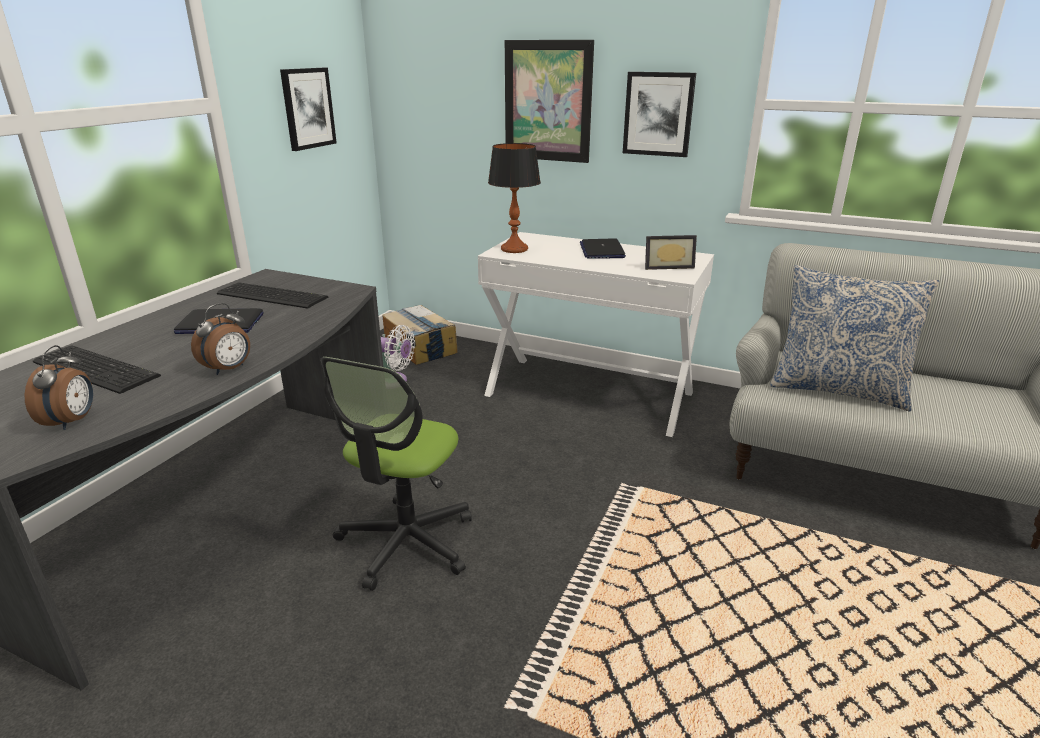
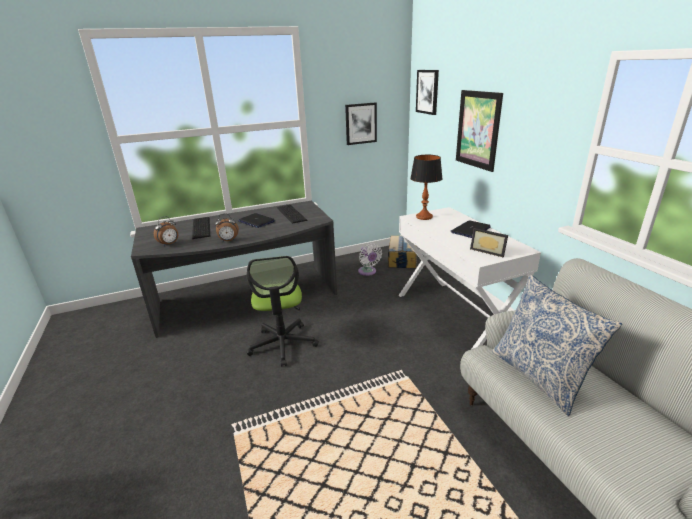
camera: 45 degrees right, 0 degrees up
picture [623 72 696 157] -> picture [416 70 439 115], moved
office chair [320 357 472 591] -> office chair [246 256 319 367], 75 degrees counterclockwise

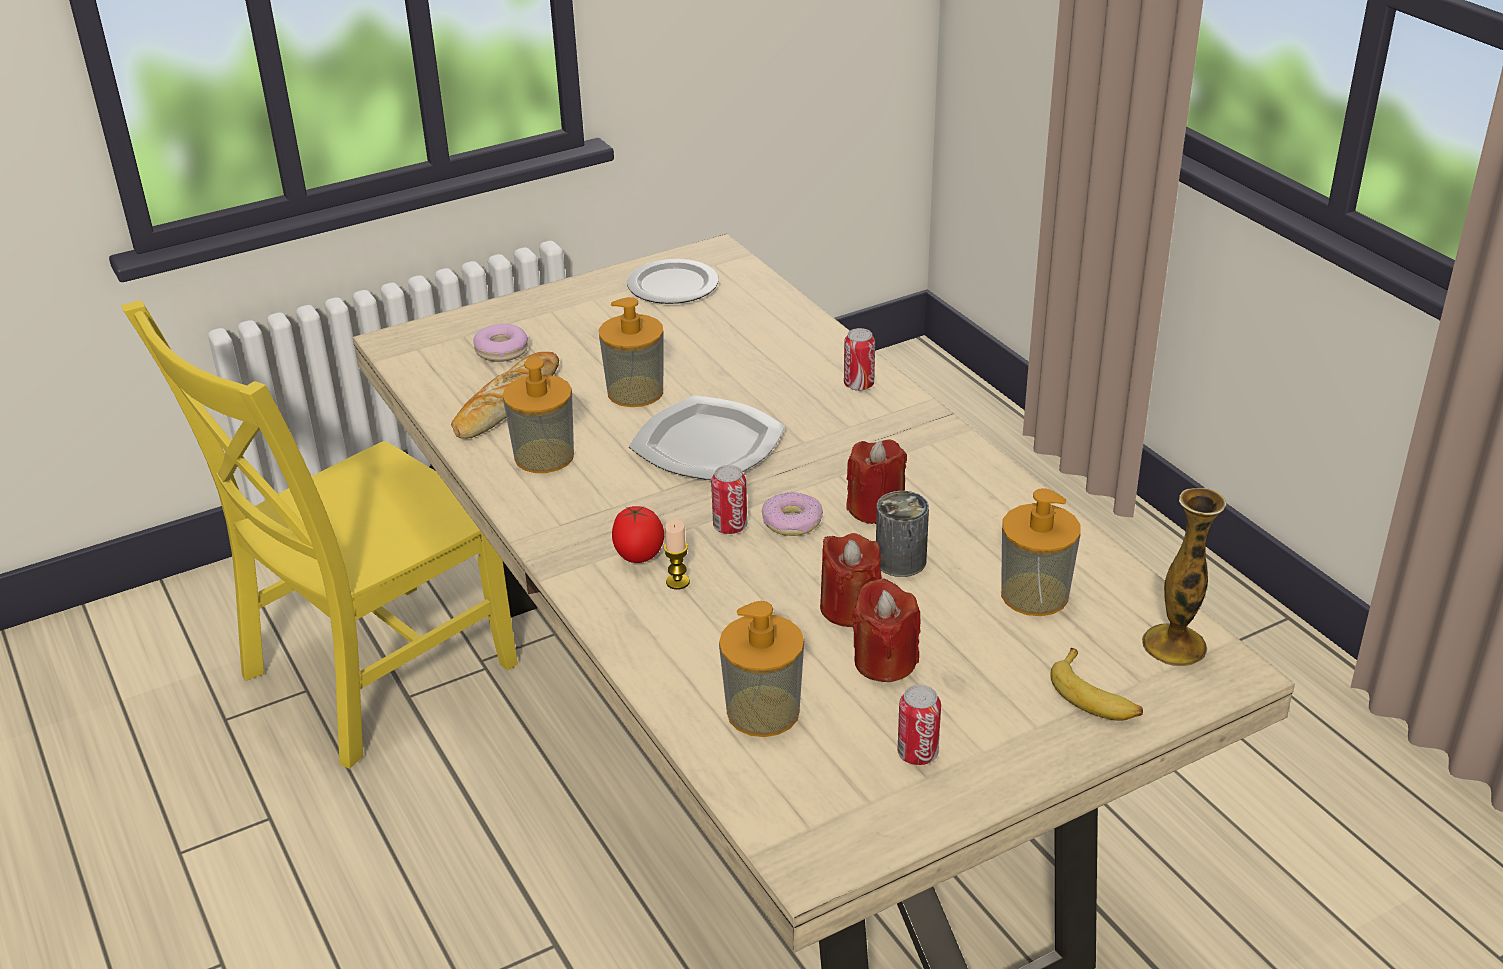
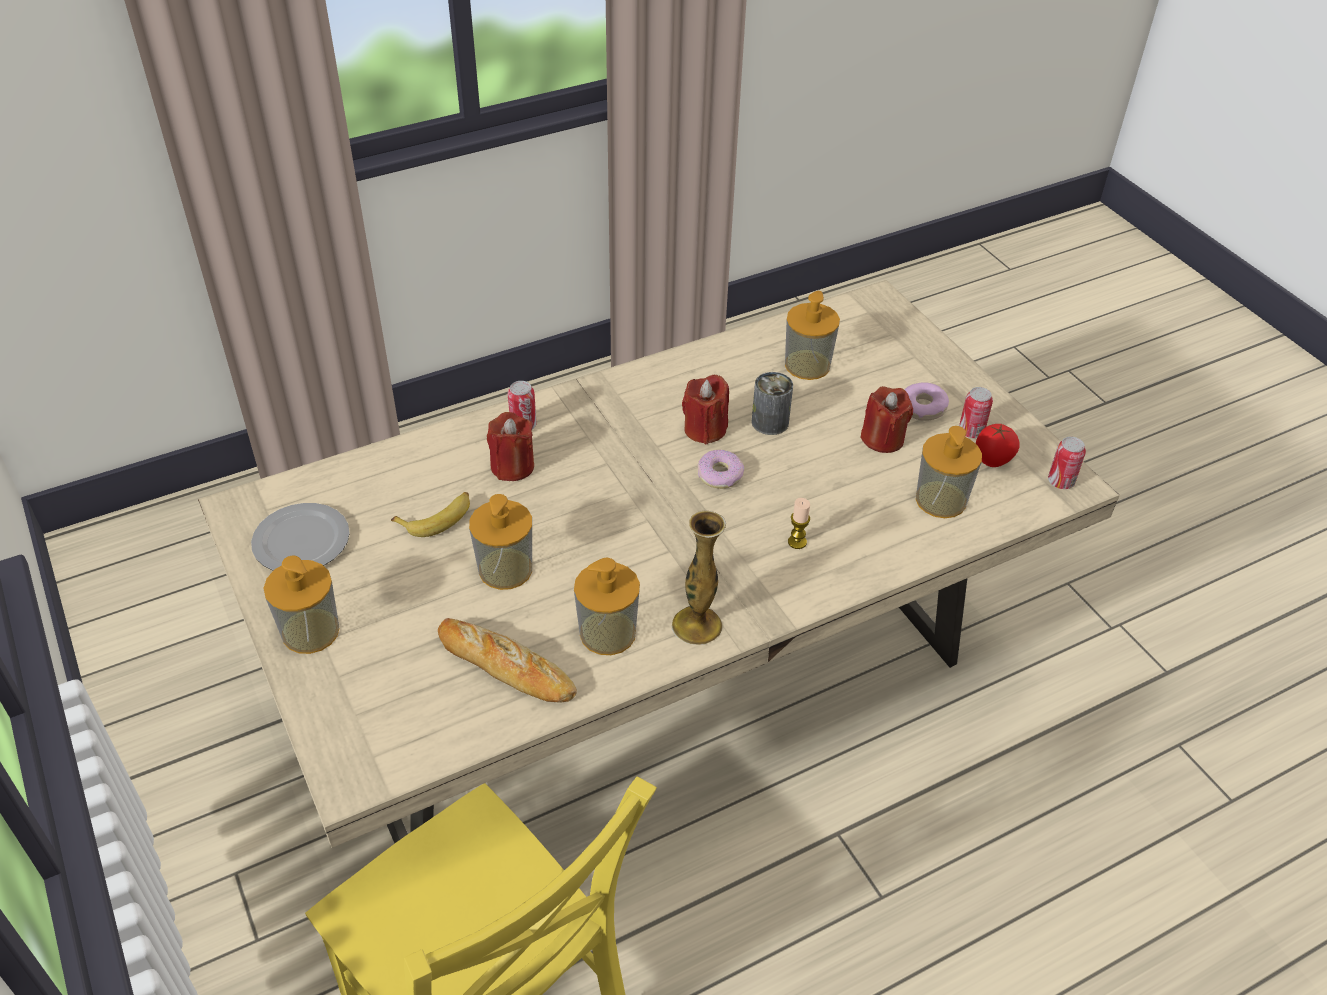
camera: 90 degrees left, 10 degrees up
plate [629 395 785 480] -> none
none -> soap dispenser [264 556 339 654]
donut [473 324 528 362] -> donut [904 383 949 421], moved
tomato [612 506 664 563] -> tomato [976 424 1020 467], moved
can [711 465 747 534] -> can [1048 437 1086 489], moved
red candle [820 533 882 627] -> red candle [487 412 534 481], moved
banana [1050 648 1143 721] -> banana [391 492 470 537], moved
vase [1142 488 1227 666] -> vase [672 511 726 645], moved

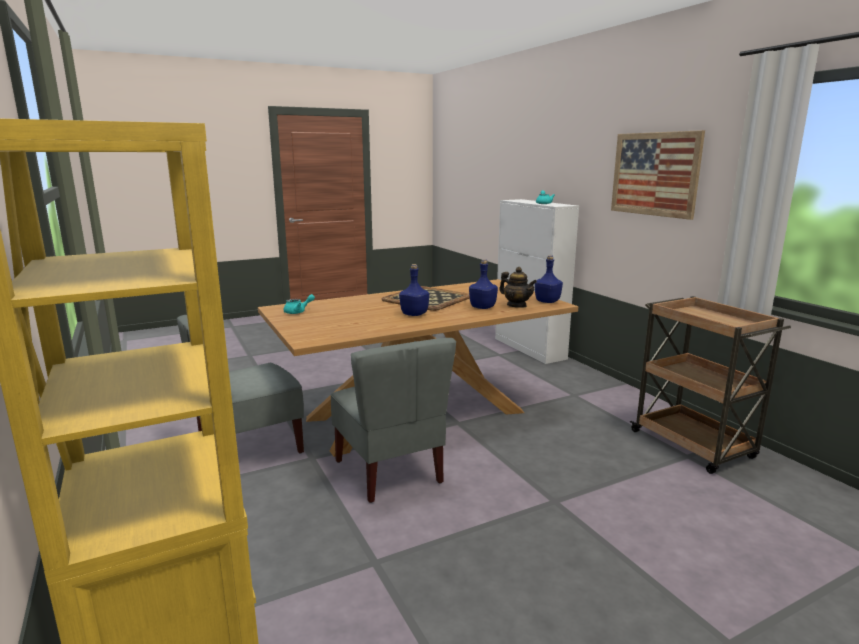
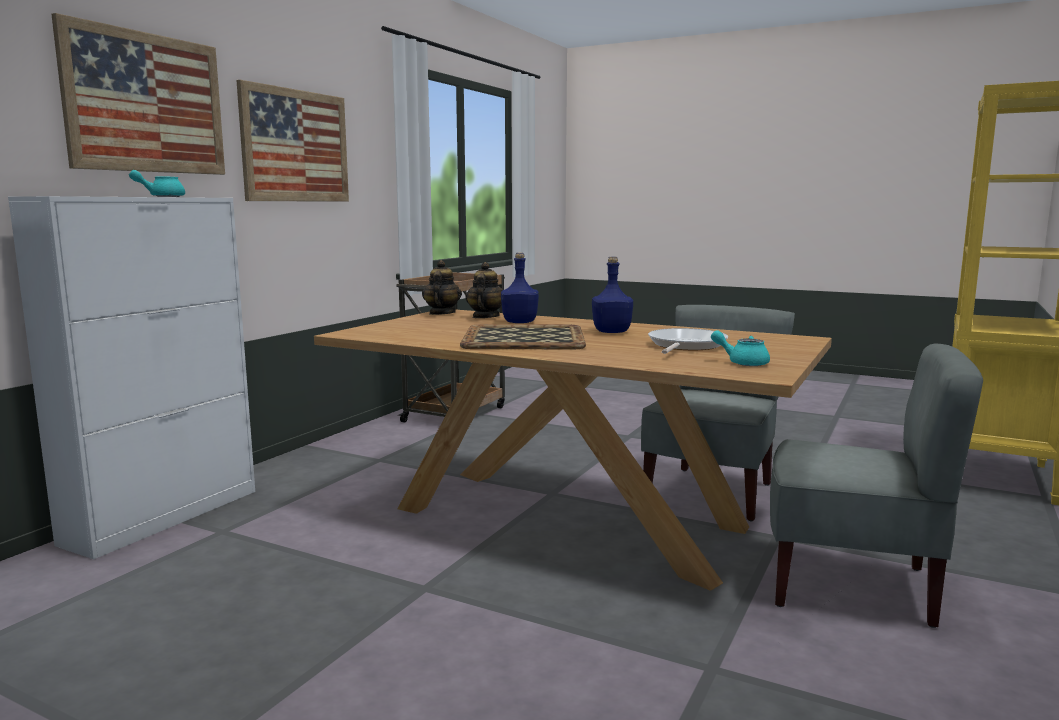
camera: 125 degrees left, 5 degrees down
none -> picture [51 13 225 175]
none -> frying pan [648 328 728 354]
blue bottle [535 255 563 303] -> teapot [422 260 462 315]

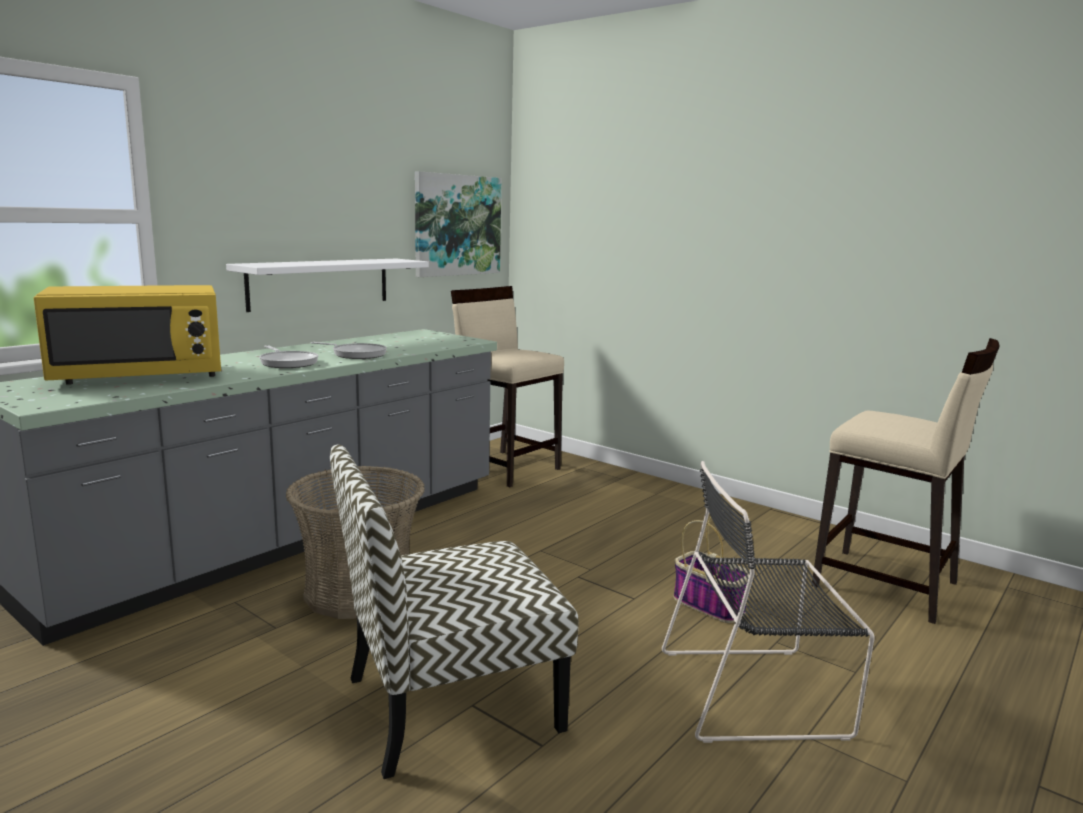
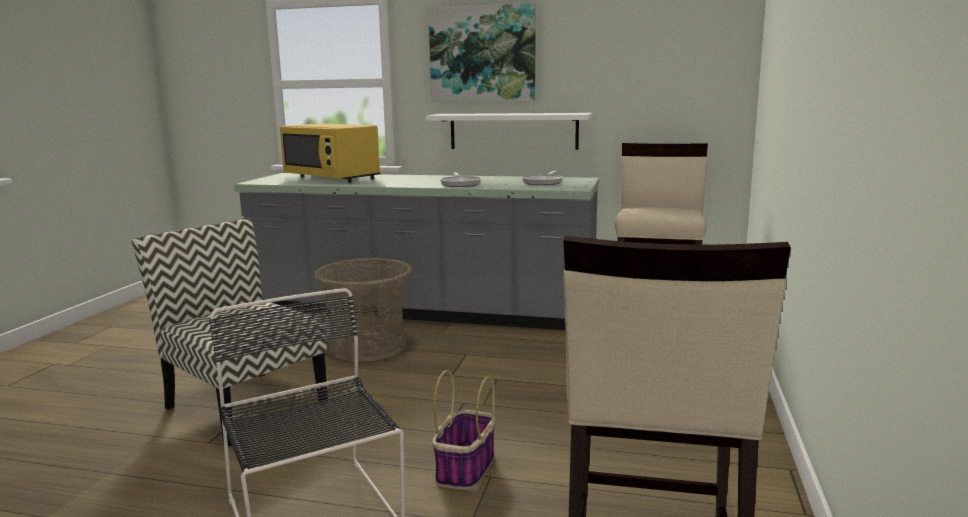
camera: 65 degrees right, 0 degrees up
frying pan [259 345 318 368] -> frying pan [522 171 563 185], moved
picture [415 171 501 277] -> picture [428 3 535 102], moved

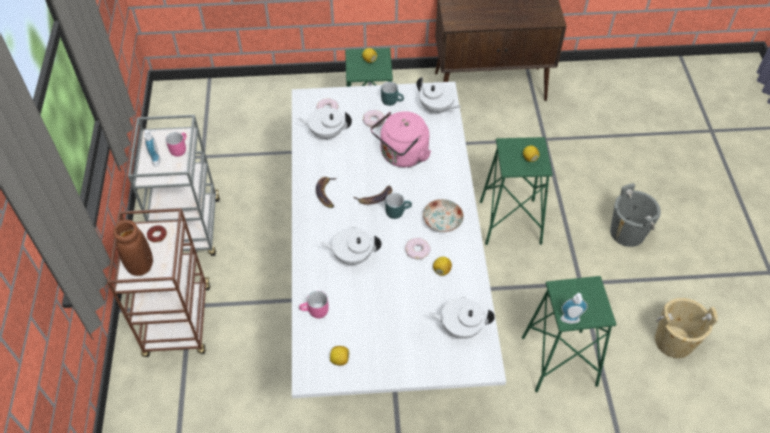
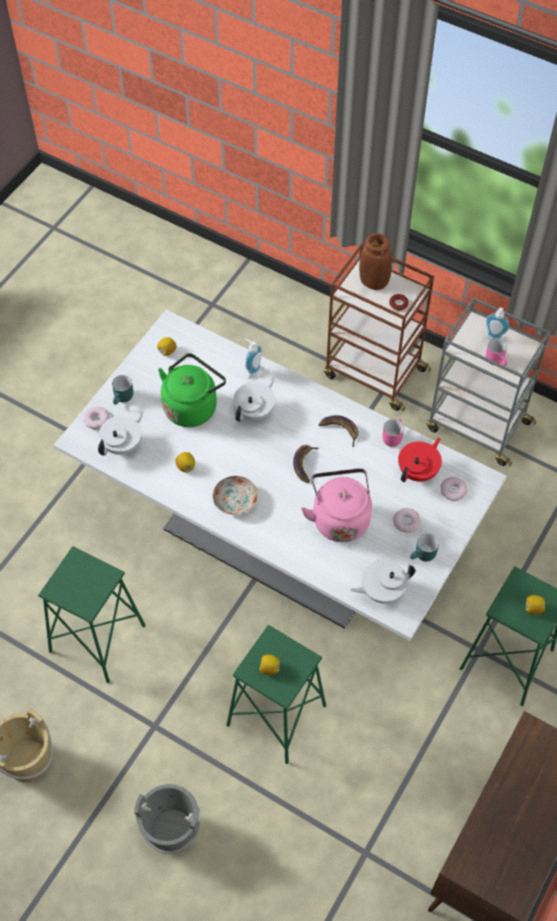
camera: 125 degrees right, 5 degrees up
none -> green kettle [158 353 226 427]
pink mug [299 291 329 318] -> pink mug [382 418 404 447], moved
turquoise mug [385 193 412 219] -> turquoise mug [112 375 133 405], moved
donut [405 238 430 259] -> donut [83 407 110 429], moved
soap dispenser [560 293 588 324] -> soap dispenser [245 338 262 379], moved
white teapot [298 107 352 140] -> red teapot [398 438 442 482]

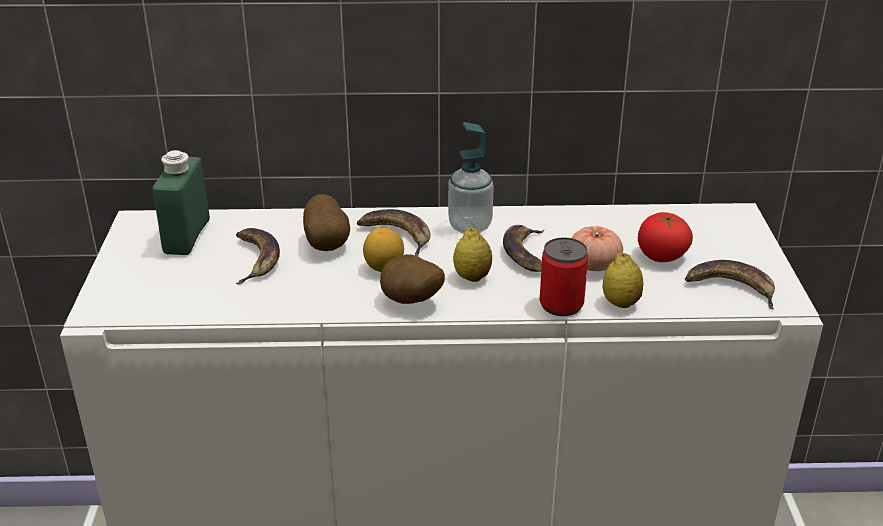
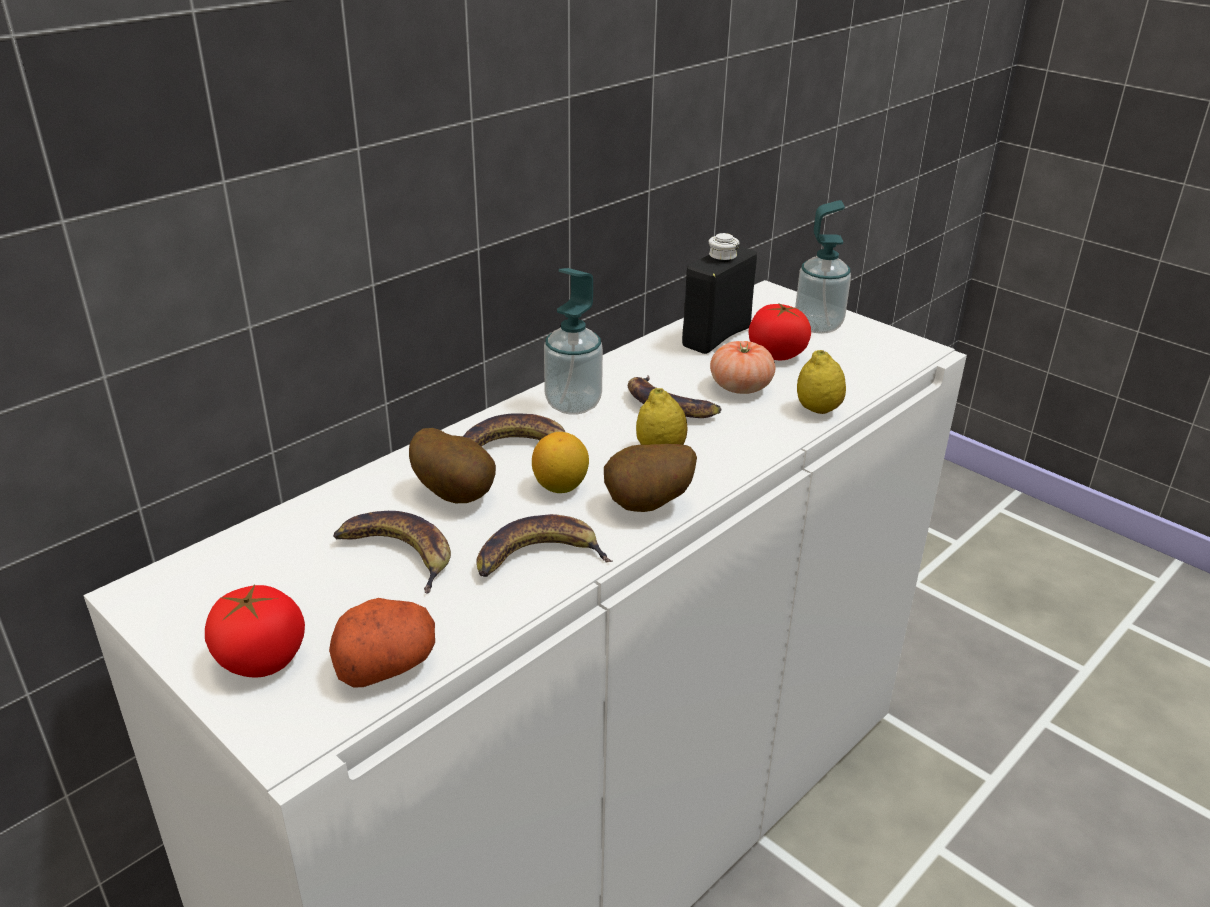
camera: 45 degrees left, 0 degrees up
green bottle [152 150 210 255] -> none
can [540 237 588 316] -> none
none -> tomato [205 584 305 678]
none -> potato [329 598 435 688]
none -> black bottle [682 233 757 354]
none -> soap dispenser [795 200 851 334]
banana [685 260 775 309] -> banana [476 514 613 577], moved

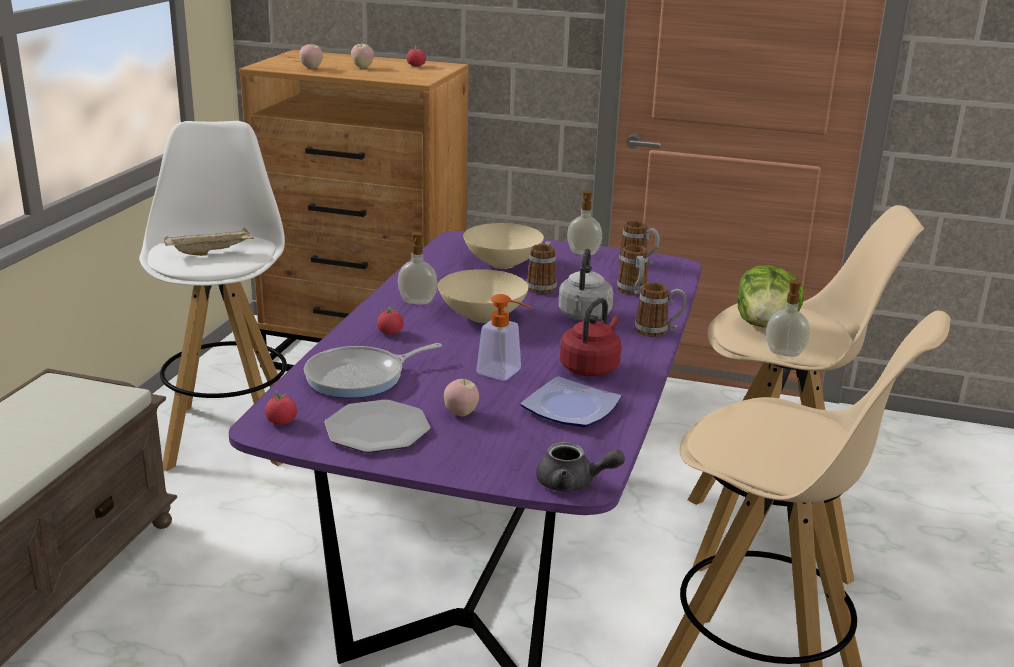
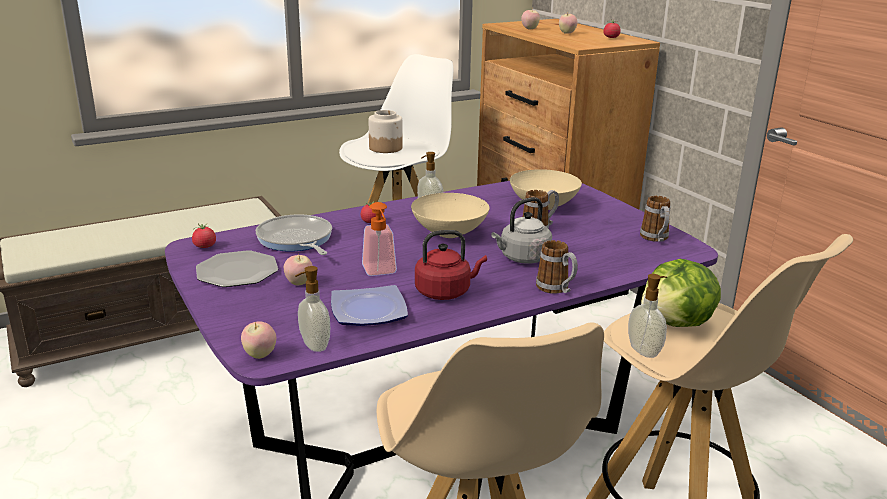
camera: 45 degrees right, 0 degrees up
mug [617 245 648 294] -> none
soap dispenser [567 190 602 255] -> soap dispenser [295 266 330 352], moved
beige tray [164 228 254 256] -> jar [369 110 403 153]
grey teapot [536 442 625 492] -> apple [241 321 276 359]
frying pan [304 343 442 398] -> frying pan [256 215 332 255], 45 degrees clockwise

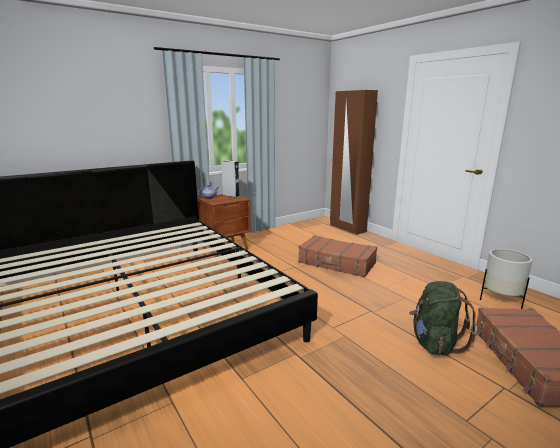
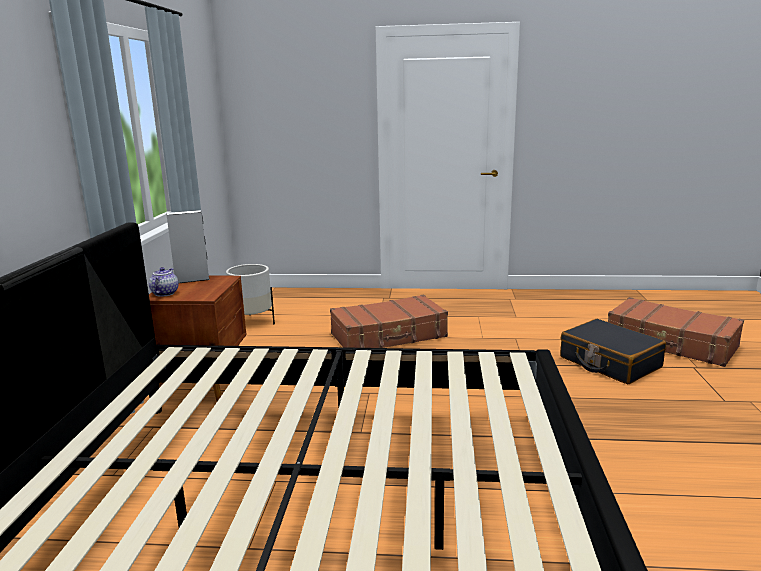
camera: 50 degrees left, 0 degrees up
brown wardrobe [330 90 378 235] -> none
white planter [480 249 533 309] -> white planter [226 264 275 324], moved
green backpack [409 281 477 356] -> black suitcase [560 319 666 384]

